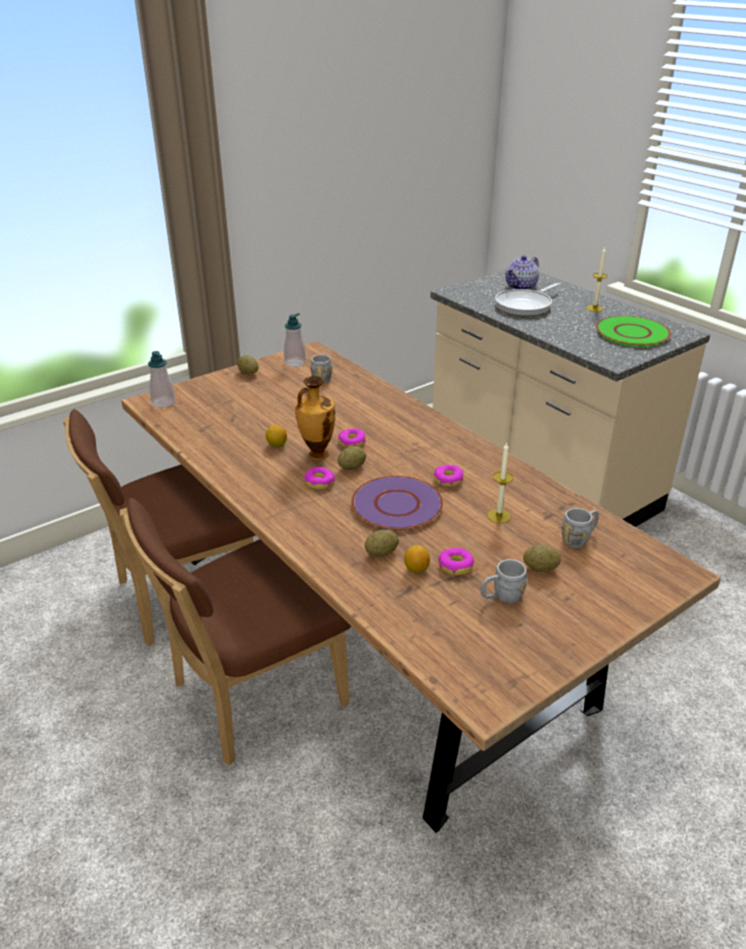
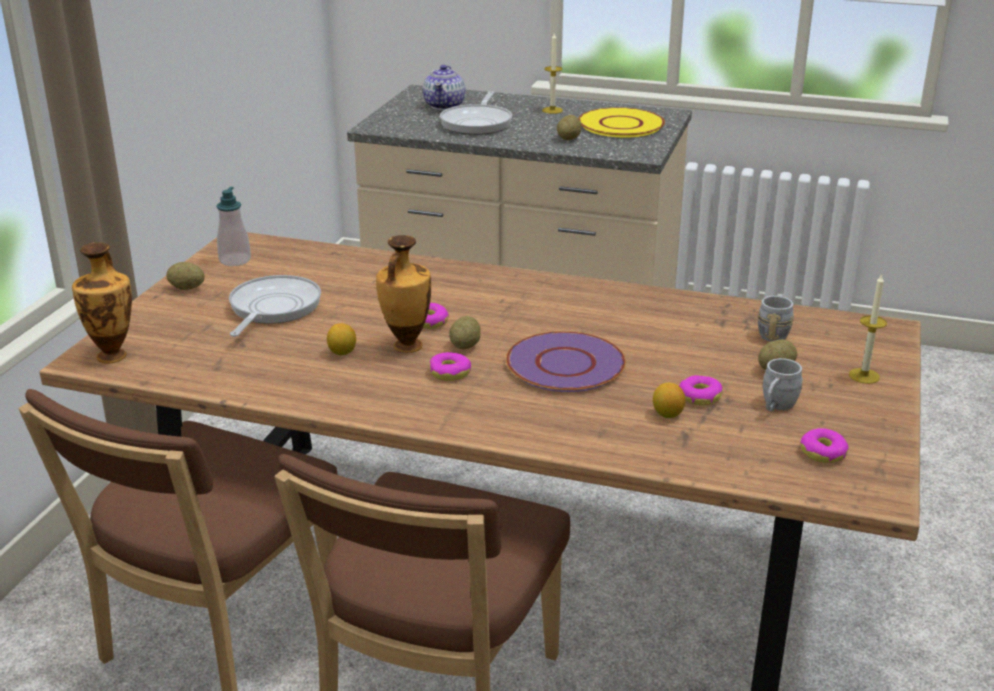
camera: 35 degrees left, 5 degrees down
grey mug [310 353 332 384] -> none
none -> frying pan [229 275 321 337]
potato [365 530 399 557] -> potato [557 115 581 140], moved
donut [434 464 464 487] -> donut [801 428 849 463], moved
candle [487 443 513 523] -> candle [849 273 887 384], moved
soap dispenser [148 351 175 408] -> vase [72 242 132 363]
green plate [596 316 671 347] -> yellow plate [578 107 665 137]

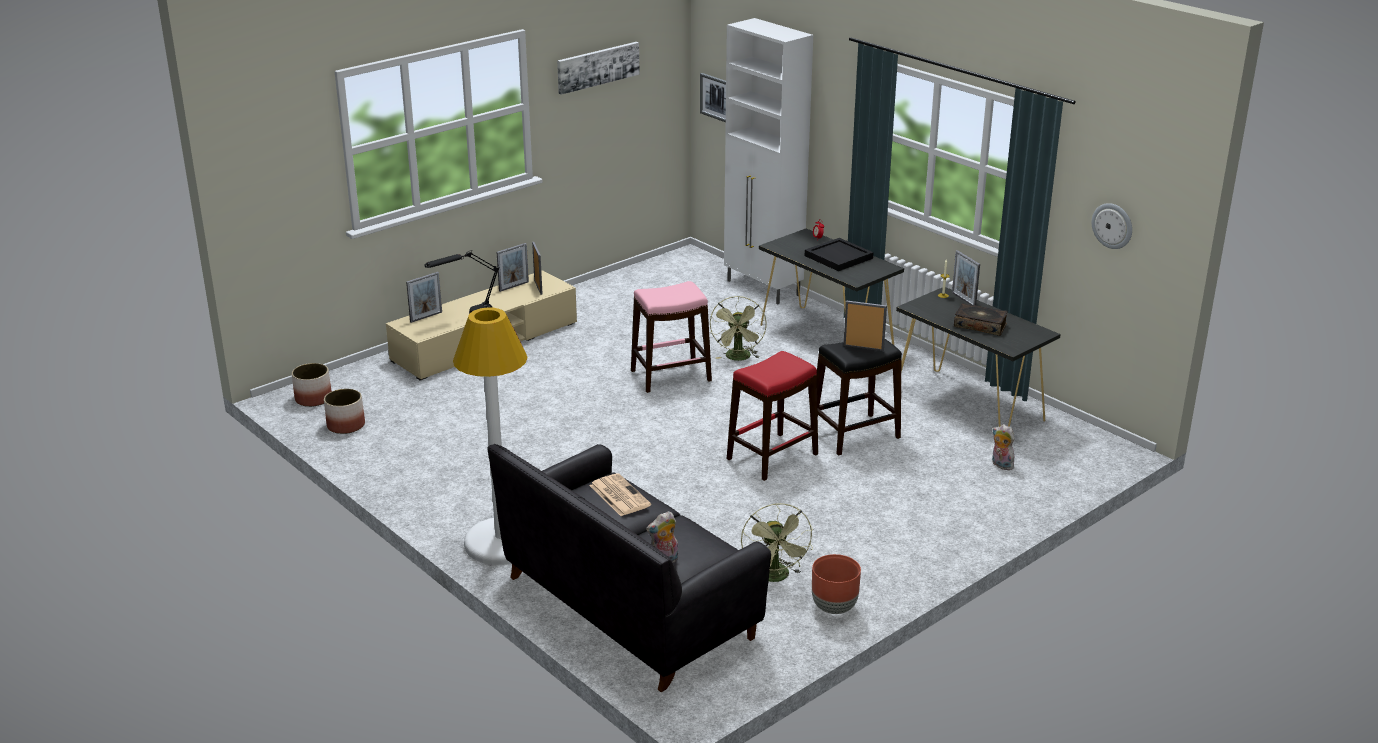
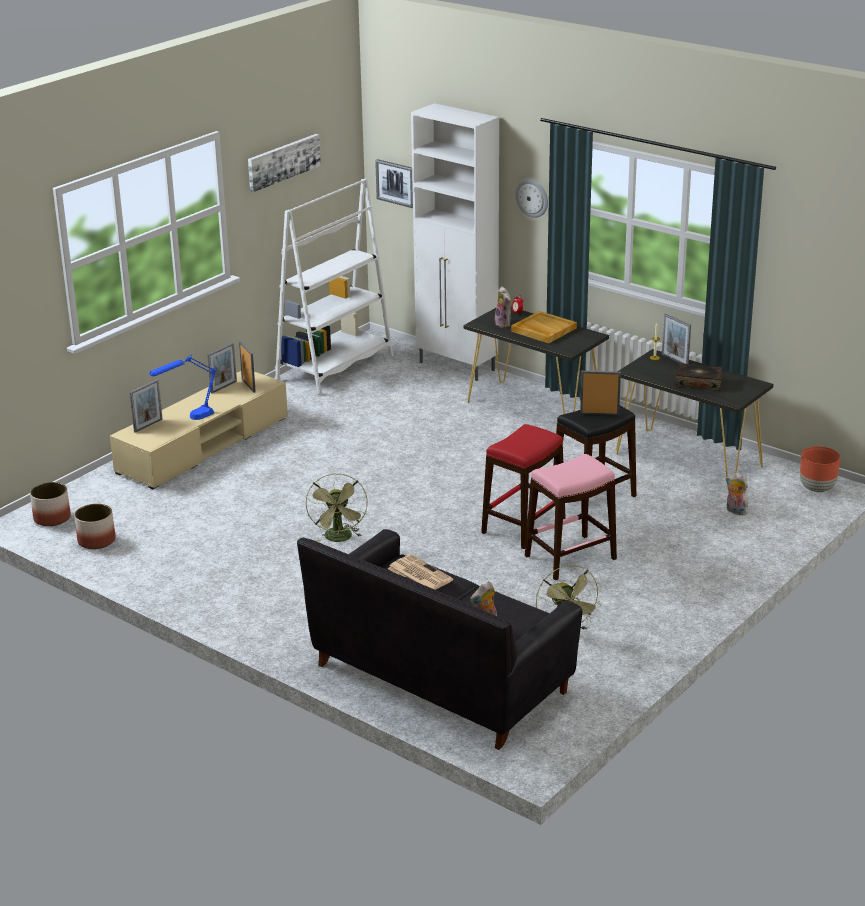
camera: 10 degrees left, 0 degrees up
white floor lamp [453 307 528 565] -> none
none -> white bookcase [275 178 393 395]
none -> plush toy [495 286 512 328]
pink stool [631 281 712 393] -> pink stool [525 454 617 580], moved
green fan [710 296 767 361] -> green fan [306 473 368 542], moved
brown planter [812 554 861 614] -> brown planter [800 446 840 492], moved
wall clock [1092 203 1132 249] -> wall clock [515 179 548 218], moved
black table lamp [425 250 500 314] -> blue table lamp [149 355 217 420]
black tray [805 238 873 271] -> beige tray [511 311 577 343]

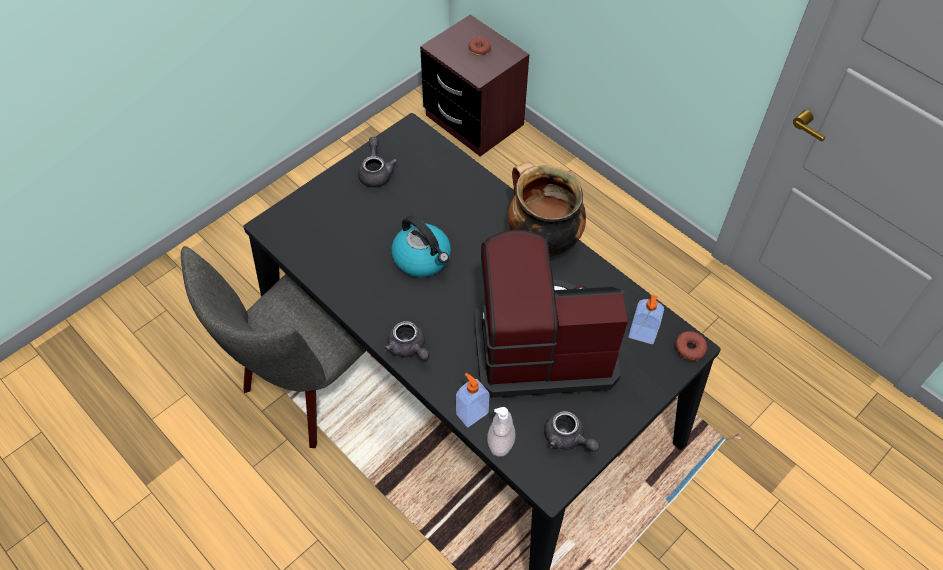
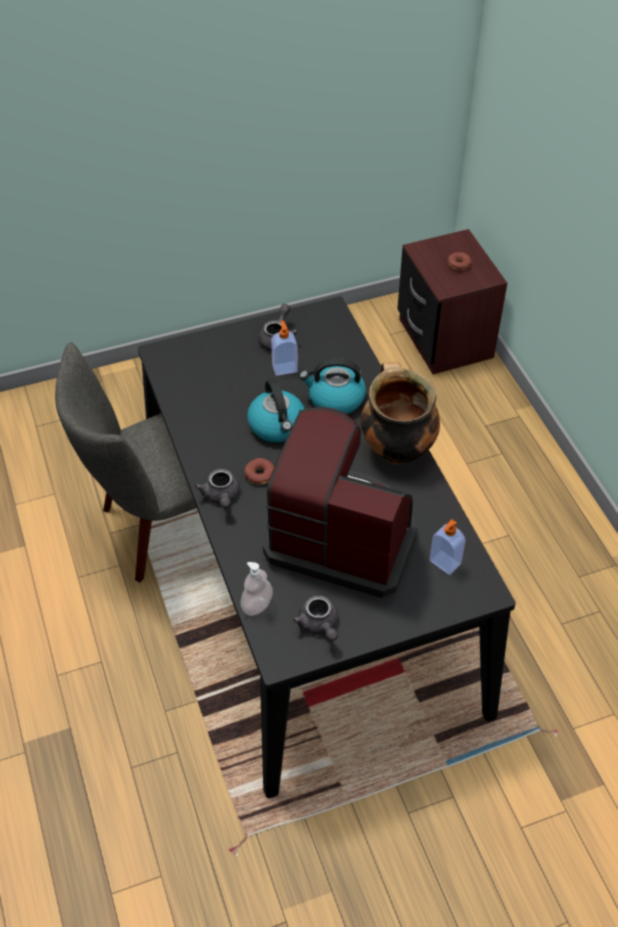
camera: 25 degrees right, 5 degrees down
none -> kettle [300 358 366 414]
soap dispenser [456 373 490 427] -> soap dispenser [271 320 298 376], moved
donut [676 331 707 362] -> donut [244 458 274 486], moved

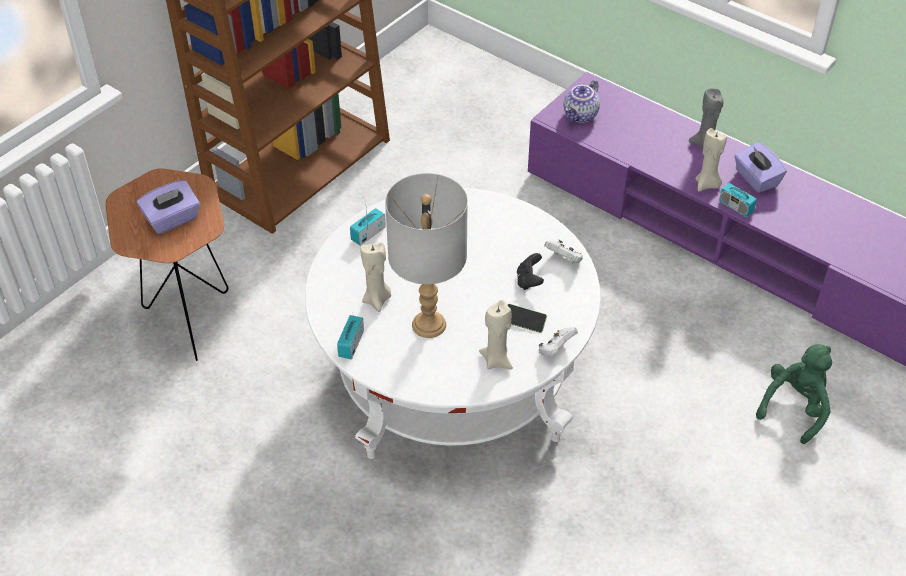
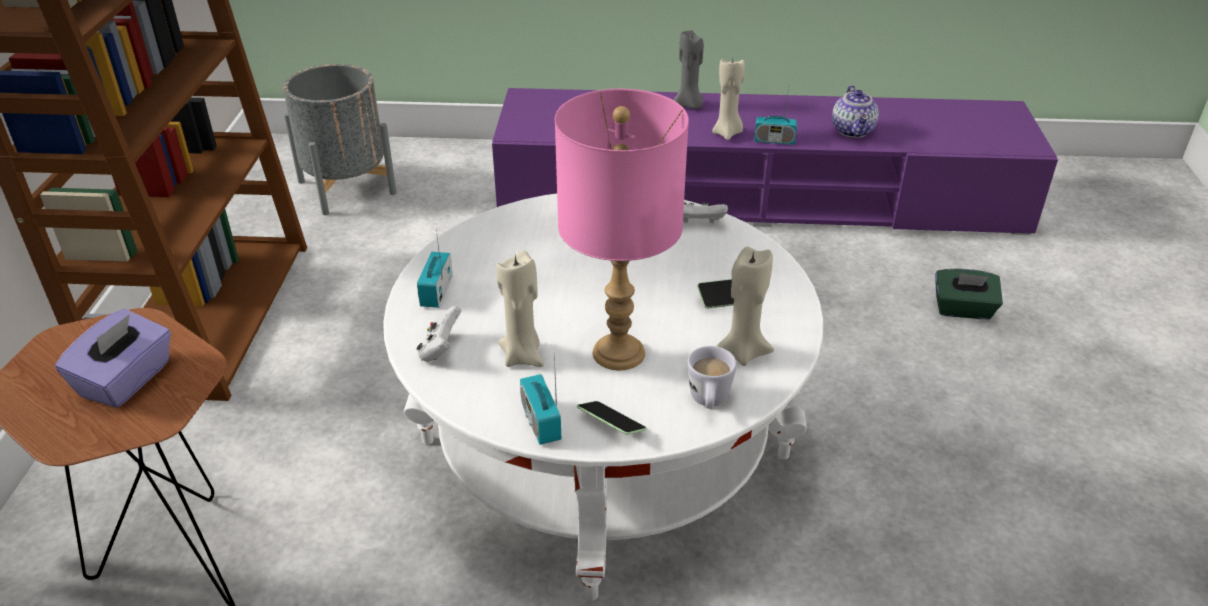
camera: 35 degrees left, 10 degrees down
black game controller [517 253 544 290] -> none
purple tissue box [734 142 787 193] -> none
none -> grey planter [283 64 397 215]
none -> phone [577 401 647 435]
none -> white mug [687 346 737 409]
white game controller [539 327 578 357] -> white game controller [417 306 462 362], moved
teapot [564 80 600 123] -> teapot [832 85 879 138], moved
green plush toy [756 344 832 444] -> green tissue box [935 269 1003 319]
grey table lamp [385 173 468 338] -> pink table lamp [555 89 689 370]

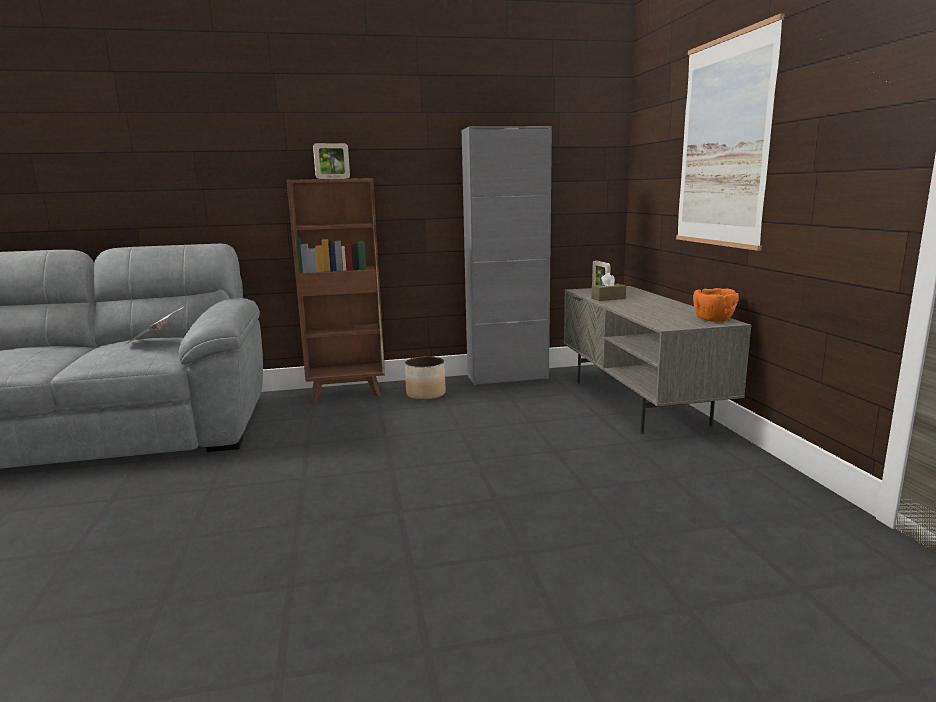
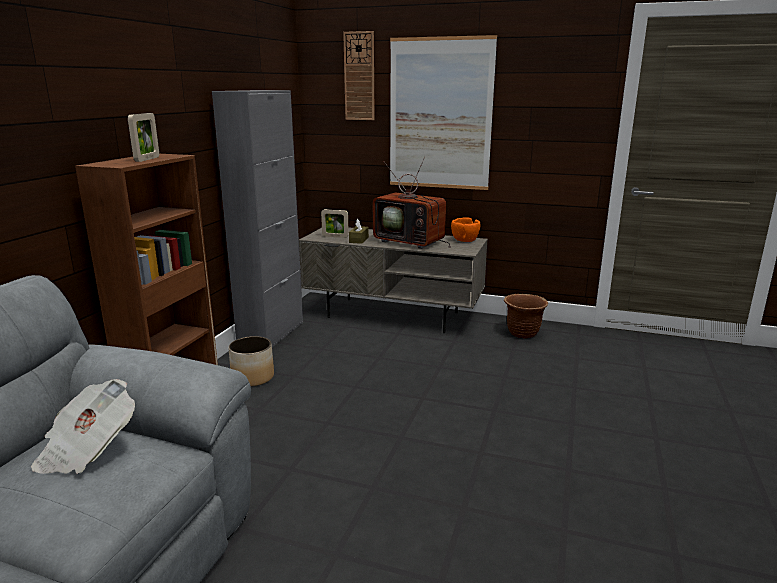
camera: 60 degrees left, 5 degrees up
none -> wall clock [343 31 375 120]
none -> television [373 157 451 249]
none -> brown planter [504 294 548 338]

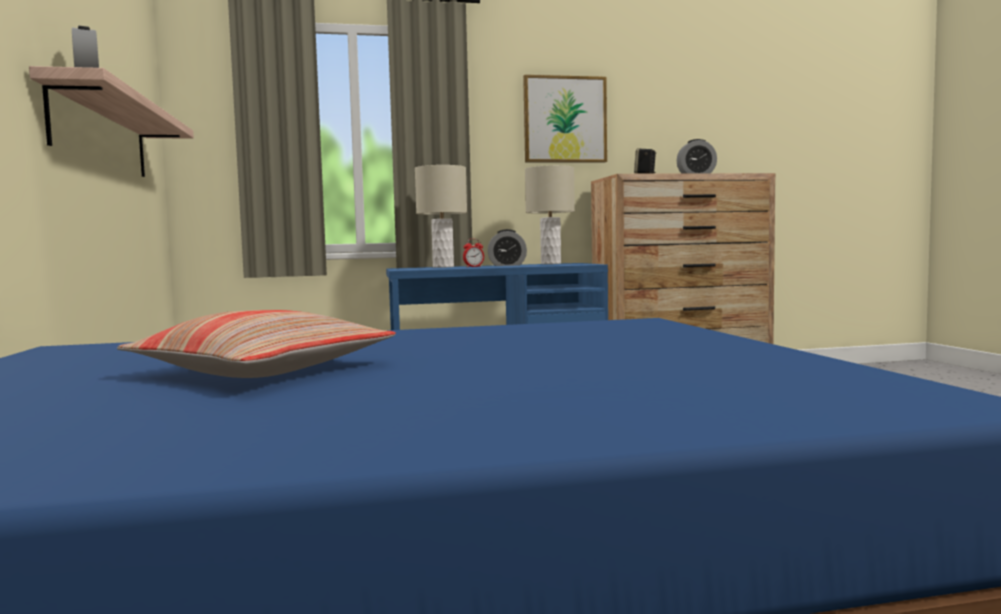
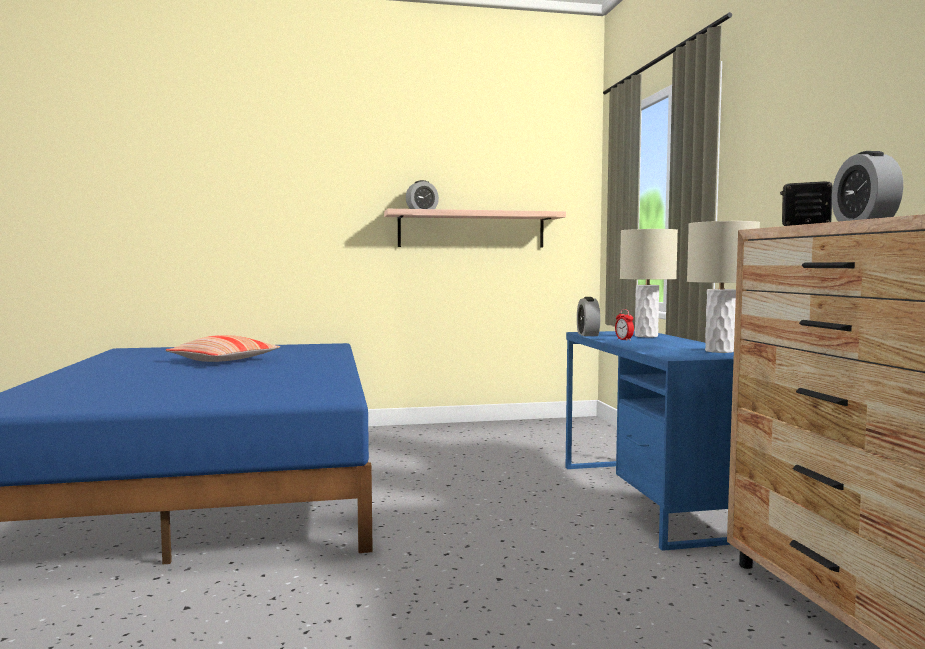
camera: 90 degrees right, 0 degrees up
picture [523 75 607 162] -> none
alarm clock [487 229 527 266] -> alarm clock [577 297 600 336], moved

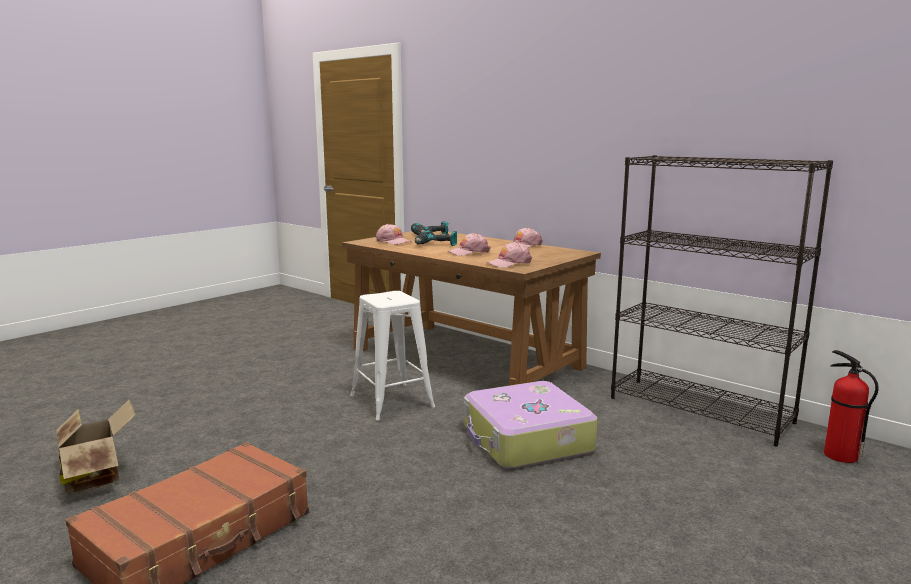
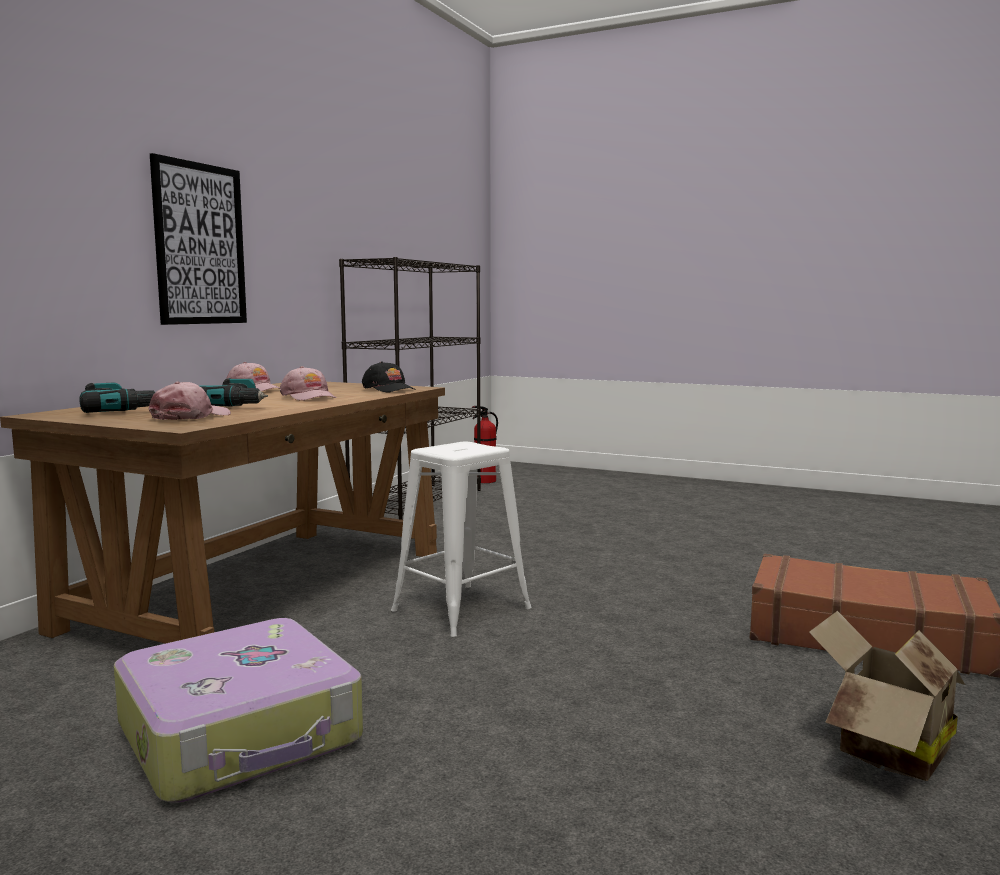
camera: 105 degrees left, 5 degrees down
none -> picture [150 153 247 325]
suitcase [464 381 597 469] -> suitcase [114 618 363 802], moved
pink cap [486 242 533 268] -> black cap [362 361 416 393]

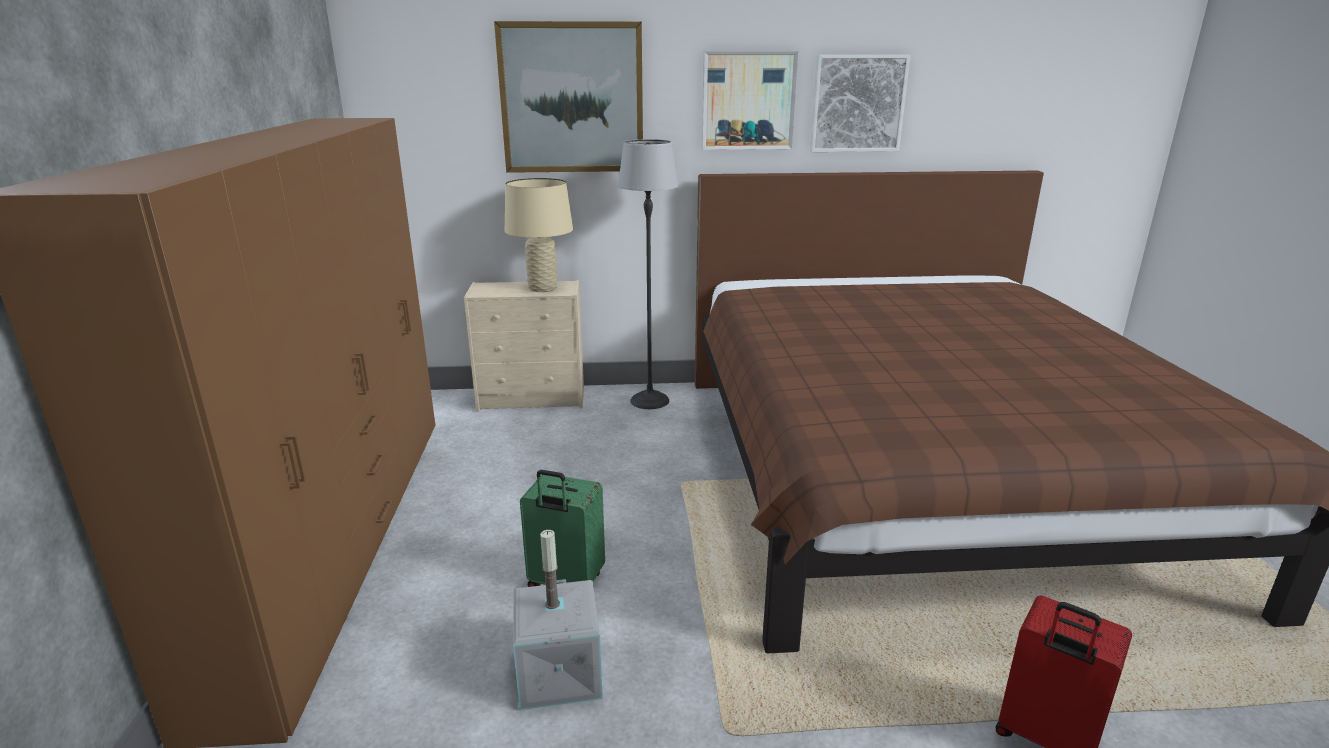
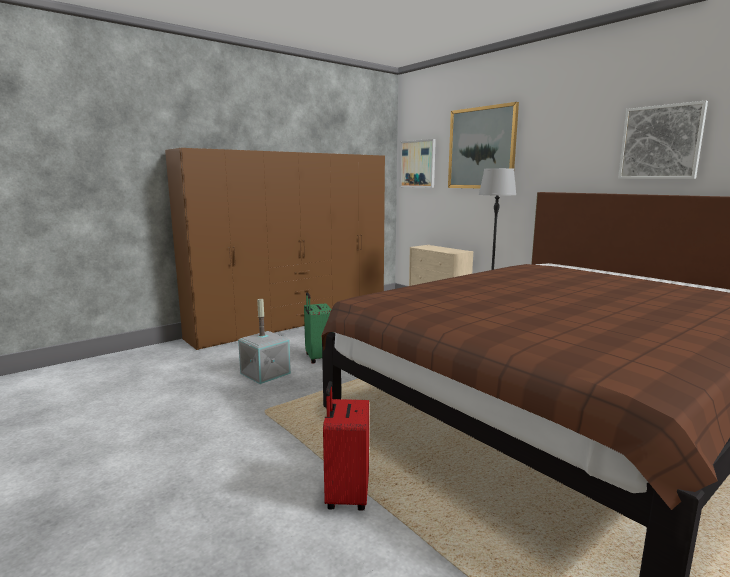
camera: 55 degrees right, 10 degrees down
beige table lamp [505 178 573 292] -> none
picture [702 51 798 150] -> picture [400 139 436 188], moved

